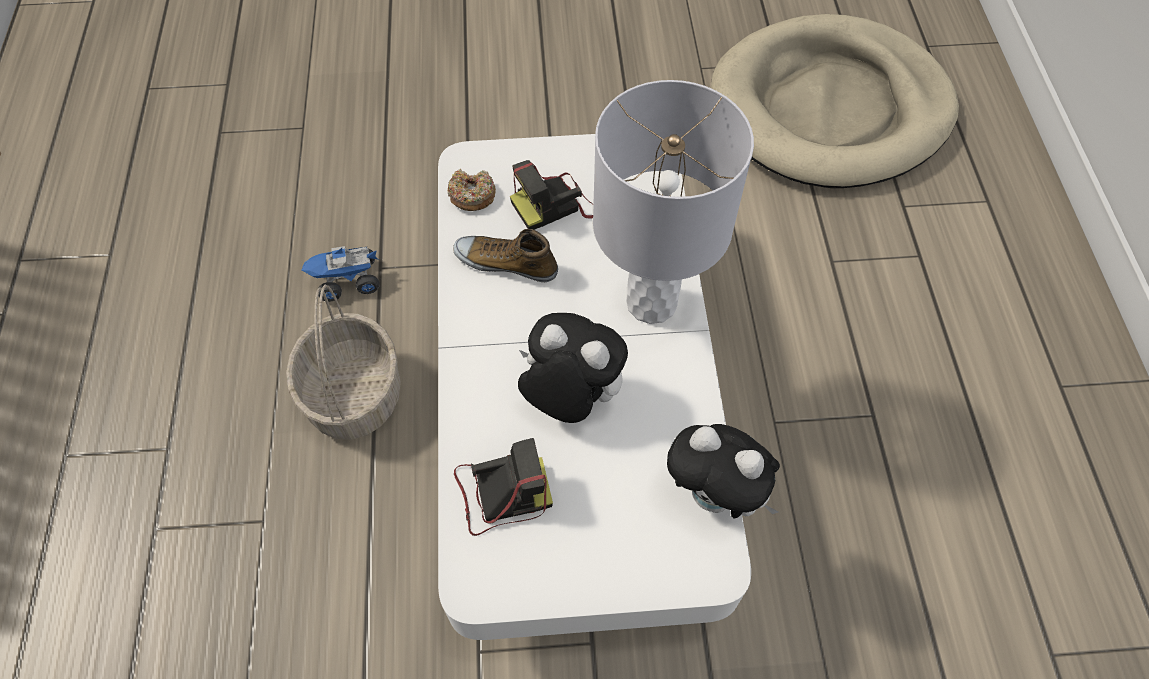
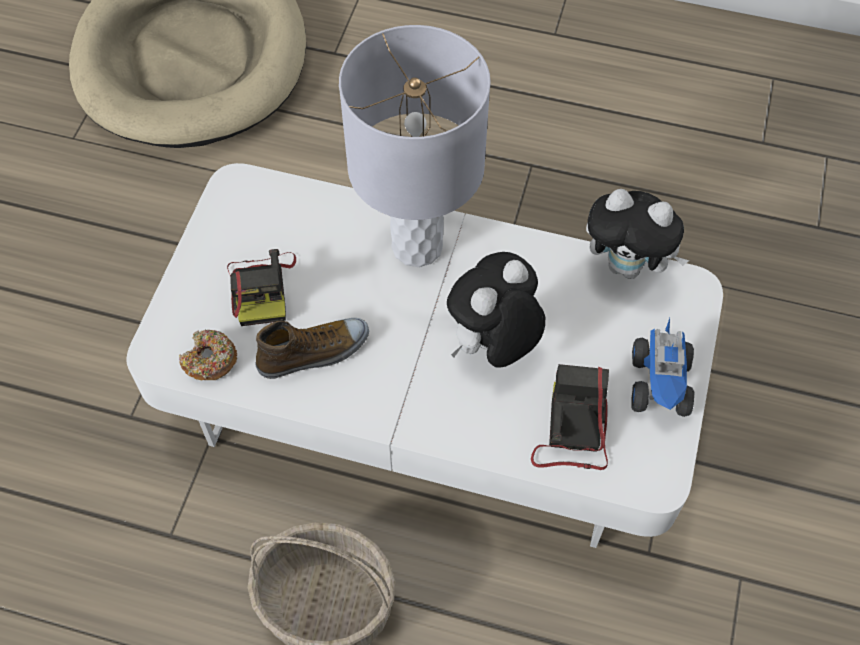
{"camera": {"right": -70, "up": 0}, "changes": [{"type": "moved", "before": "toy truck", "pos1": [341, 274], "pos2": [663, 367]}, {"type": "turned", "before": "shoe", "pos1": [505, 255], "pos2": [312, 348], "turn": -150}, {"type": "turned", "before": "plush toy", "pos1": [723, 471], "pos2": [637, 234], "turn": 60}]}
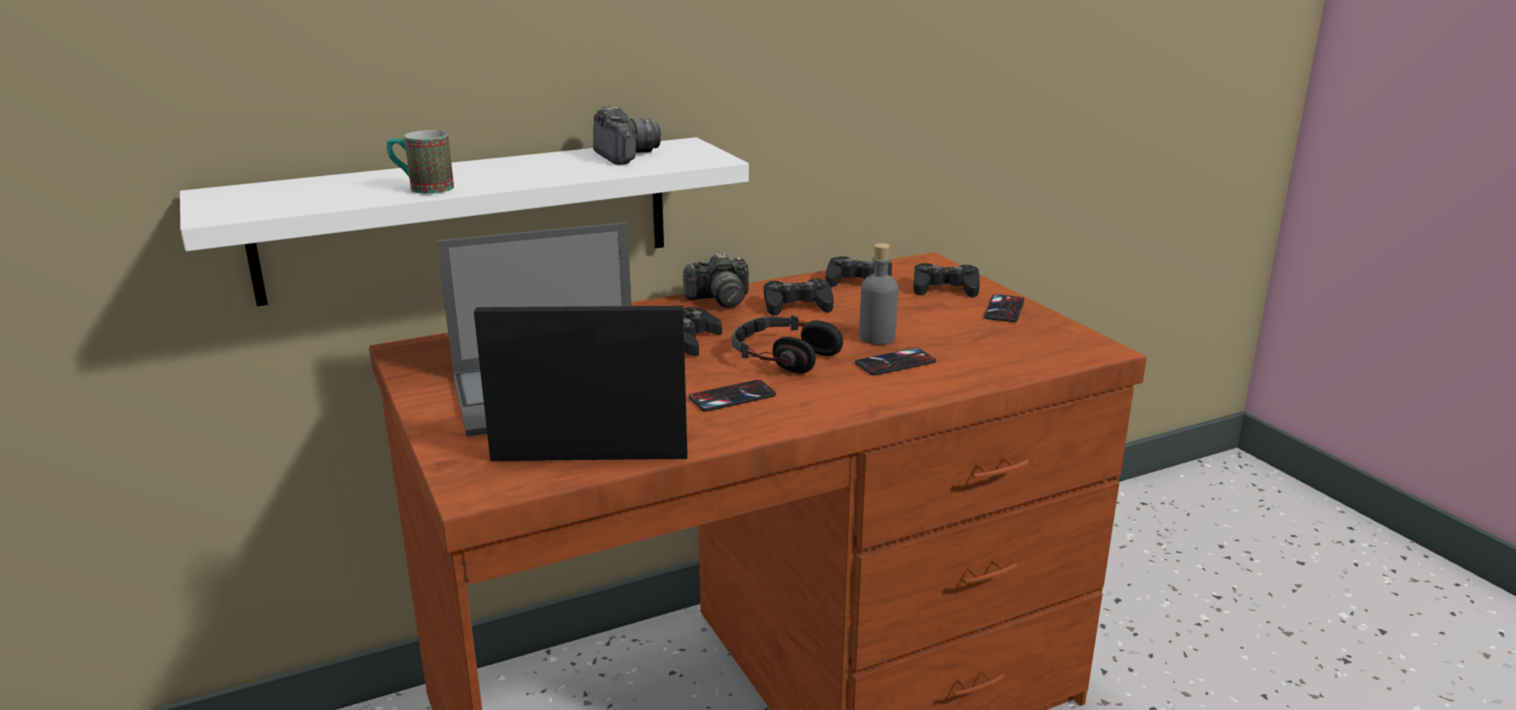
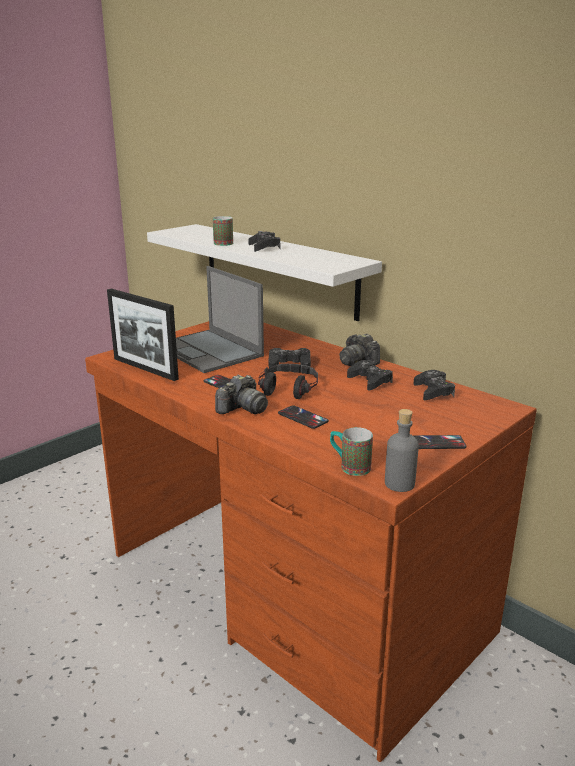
{"camera": {"right": 70, "up": 0}, "changes": [{"type": "turned", "before": "picture frame", "pos1": [580, 383], "pos2": [143, 335], "turn": 150}, {"type": "moved", "before": "photo camera", "pos1": [627, 136], "pos2": [241, 394]}, {"type": "moved", "before": "bottle in grey", "pos1": [878, 294], "pos2": [402, 450]}, {"type": "moved", "before": "game controller in black", "pos1": [946, 280], "pos2": [264, 241]}, {"type": "added", "after": "mug", "pos2": [351, 451]}]}
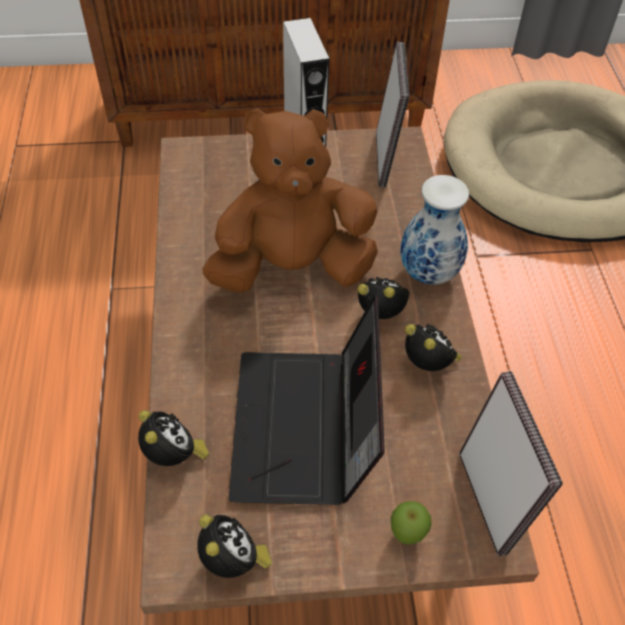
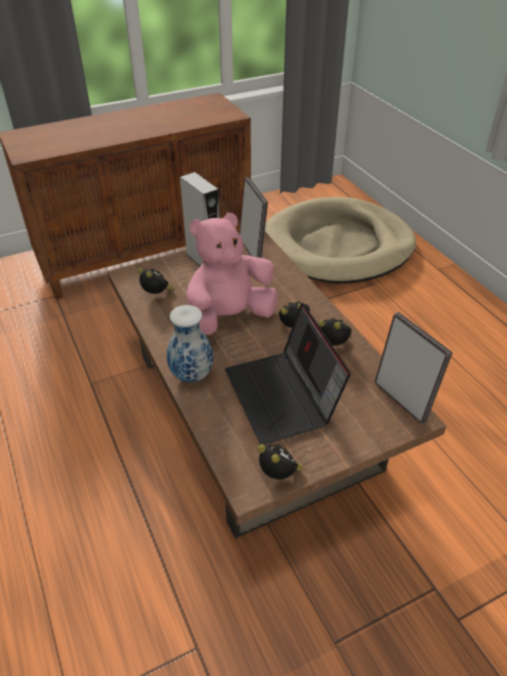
{"camera": {"right": -20, "up": -10}, "changes": [{"type": "moved", "before": "alarm clock", "pos1": [173, 438], "pos2": [156, 281]}, {"type": "recoloured", "before": "plush toy in brown", "after": "plush toy in pink", "pos1": [290, 200], "pos2": [232, 274]}, {"type": "removed", "before": "apple", "pos1": [411, 522]}, {"type": "moved", "before": "vase", "pos1": [434, 230], "pos2": [190, 343]}]}
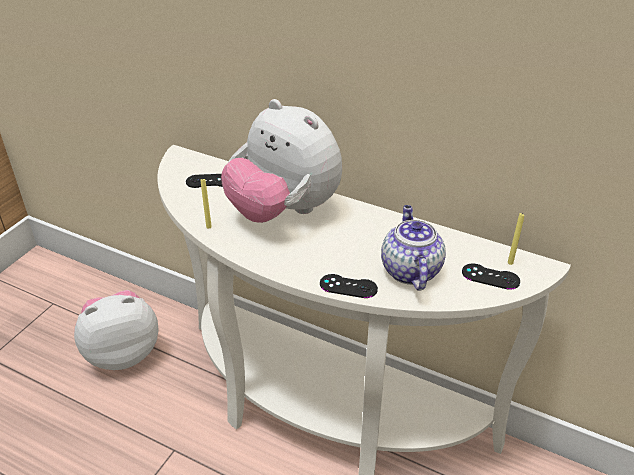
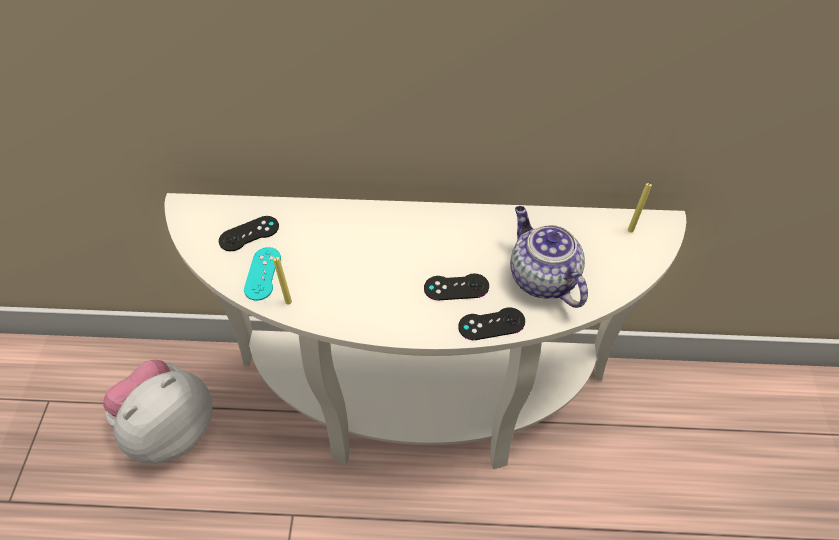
{"camera": {"right": -25, "up": 15}, "changes": [{"type": "removed", "before": "plush toy", "pos1": [281, 161]}, {"type": "moved", "before": "game controller in black", "pos1": [491, 276], "pos2": [456, 286]}, {"type": "added", "after": "game controller in turquoise", "pos2": [262, 274]}]}
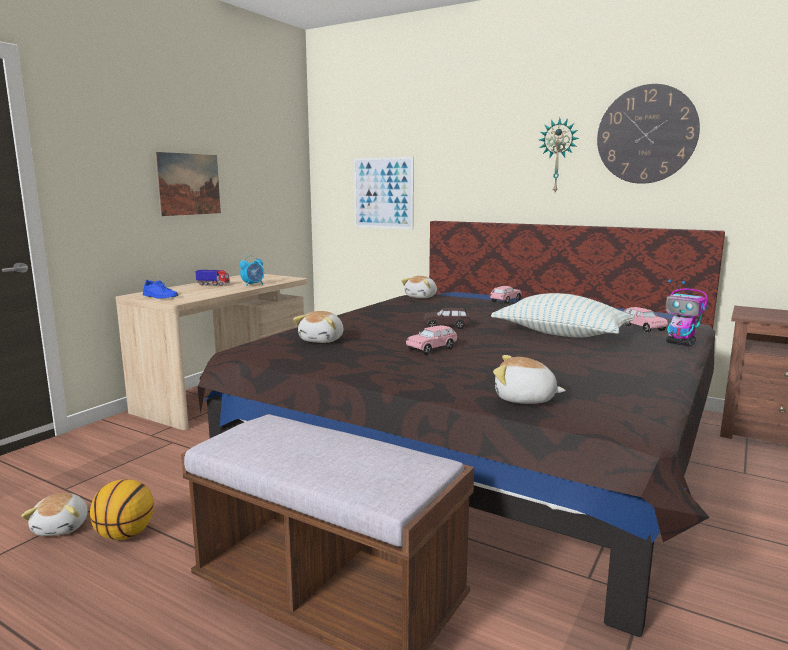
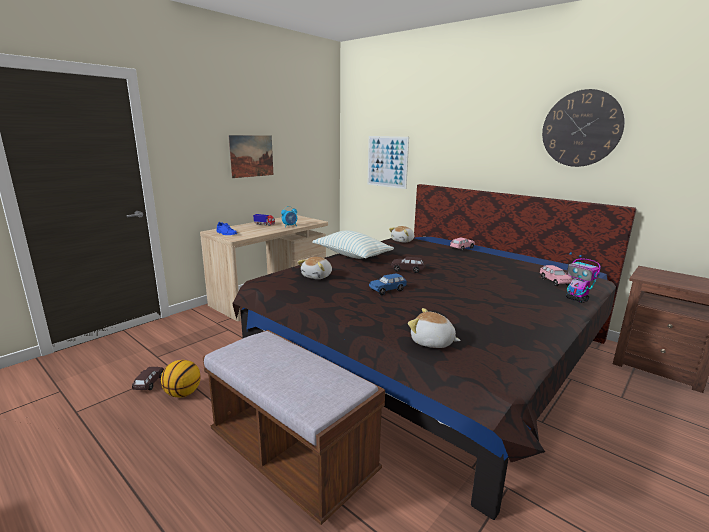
{"camera": {"right": 10, "up": 5}, "changes": [{"type": "replaced", "before": "plush toy", "after": "toy car in brown", "pos1": [54, 514], "pos2": [148, 378]}, {"type": "recoloured", "before": "toy car in pink", "after": "toy car in blue", "pos1": [431, 340], "pos2": [388, 284]}, {"type": "moved", "before": "pillow", "pos1": [563, 315], "pos2": [353, 245]}, {"type": "removed", "before": "wall clock", "pos1": [559, 155]}]}
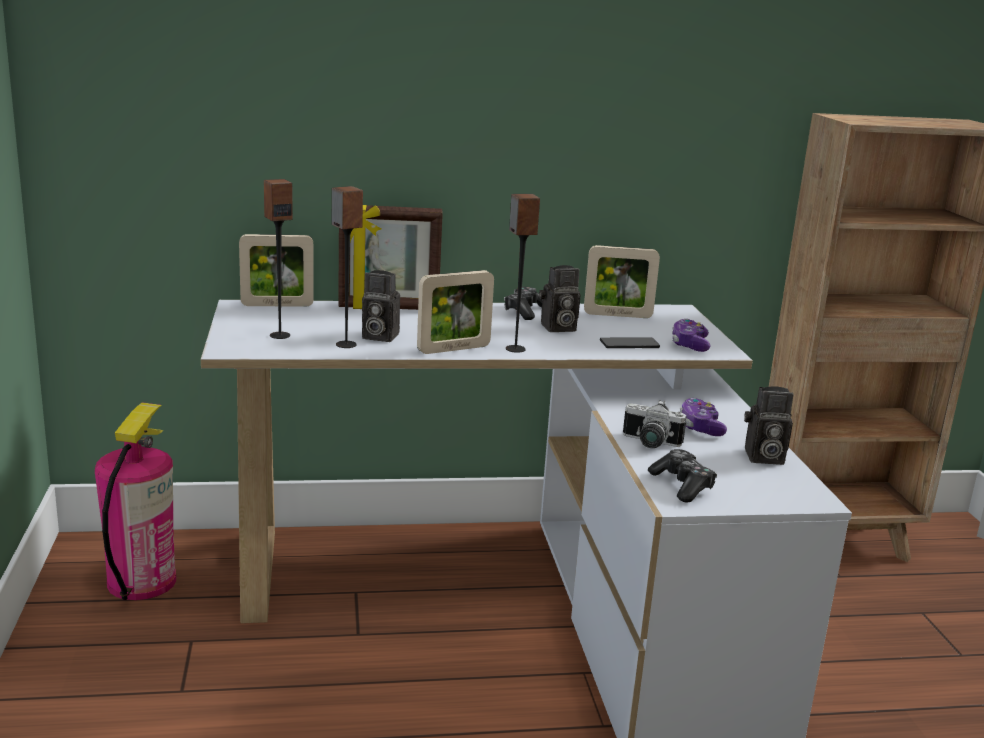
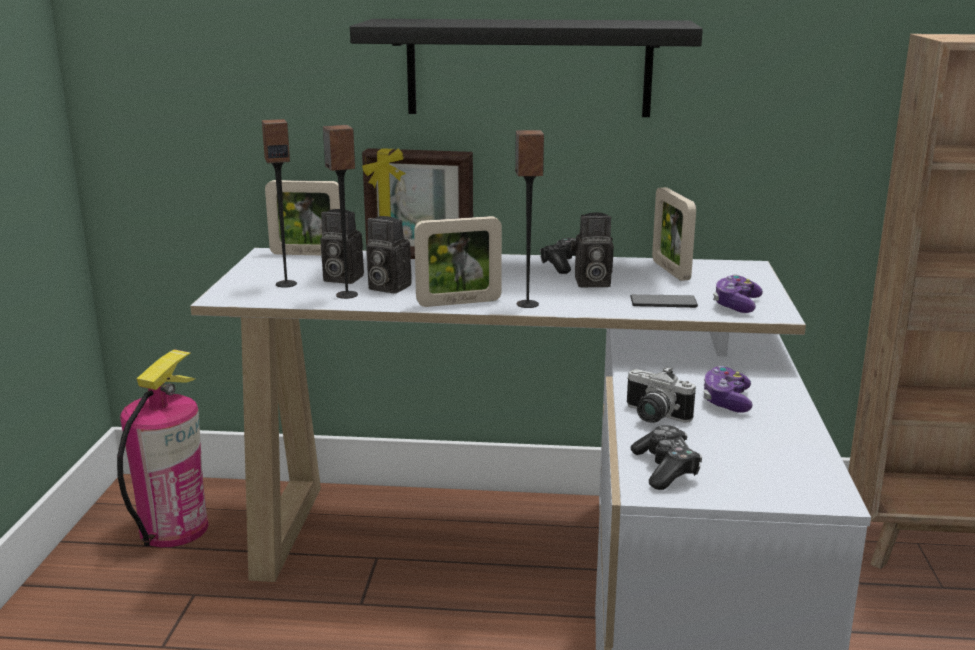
{"camera": {"right": 15, "up": 0}, "changes": [{"type": "turned", "before": "picture frame", "pos1": [622, 281], "pos2": [674, 234], "turn": 60}, {"type": "moved", "before": "photo camera", "pos1": [769, 425], "pos2": [342, 246]}, {"type": "added", "after": "shelf in black", "pos2": [526, 68]}]}
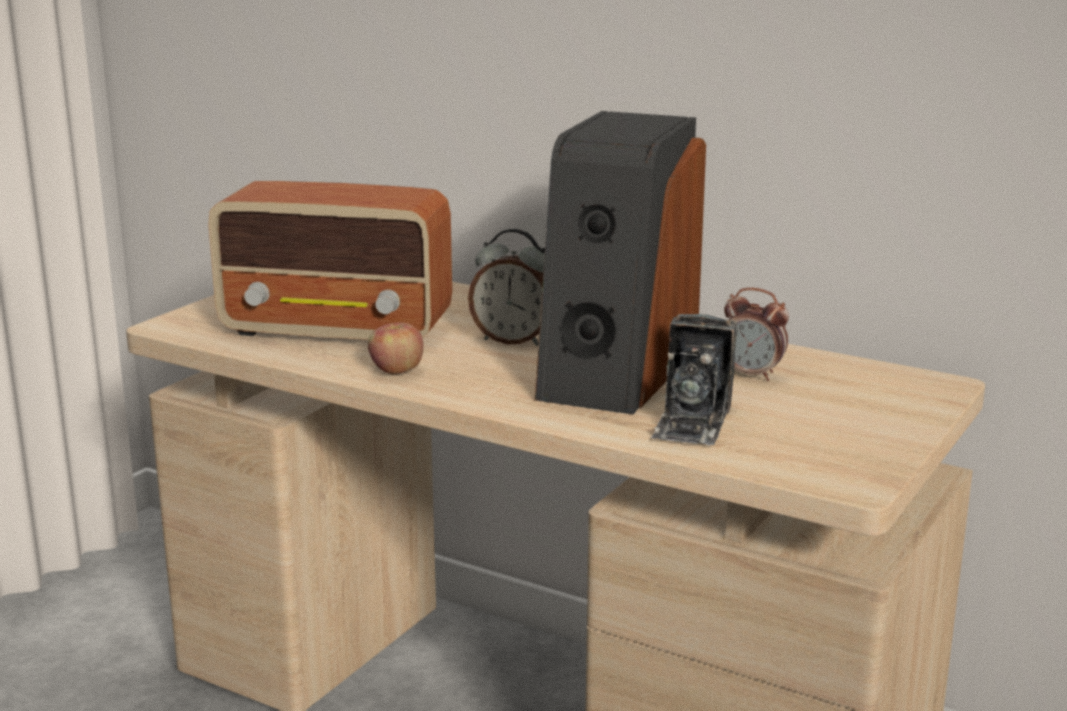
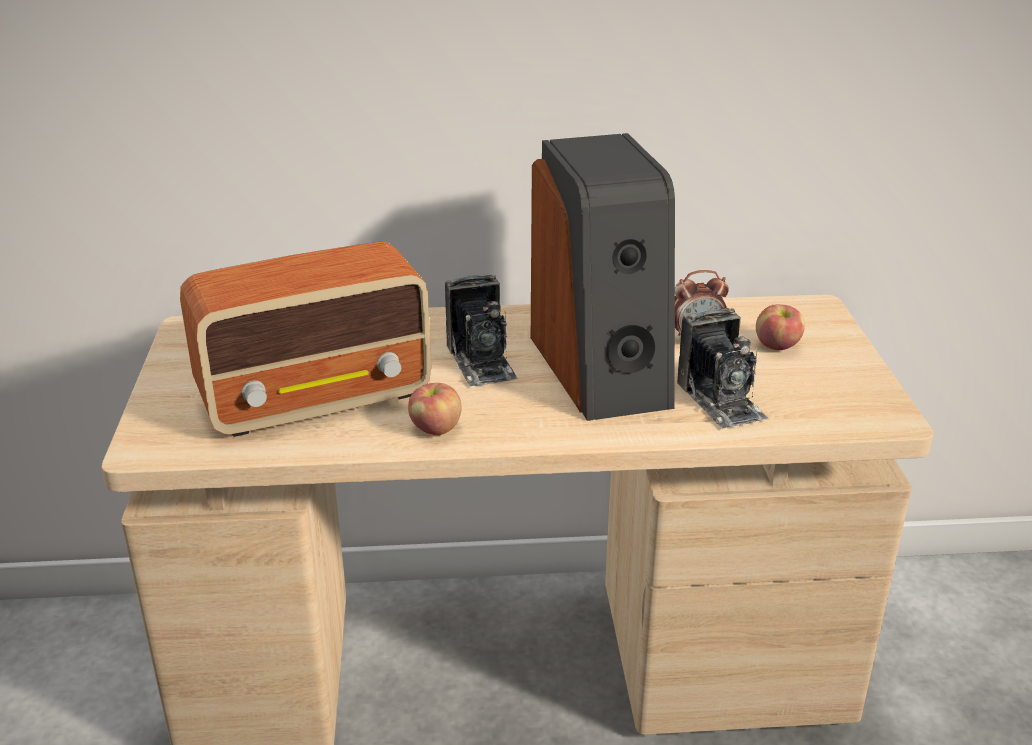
{"camera": {"right": -35, "up": 10}, "changes": [{"type": "replaced", "before": "alarm clock", "after": "photo camera", "pos1": [506, 287], "pos2": [481, 331]}, {"type": "added", "after": "apple", "pos2": [780, 327]}]}
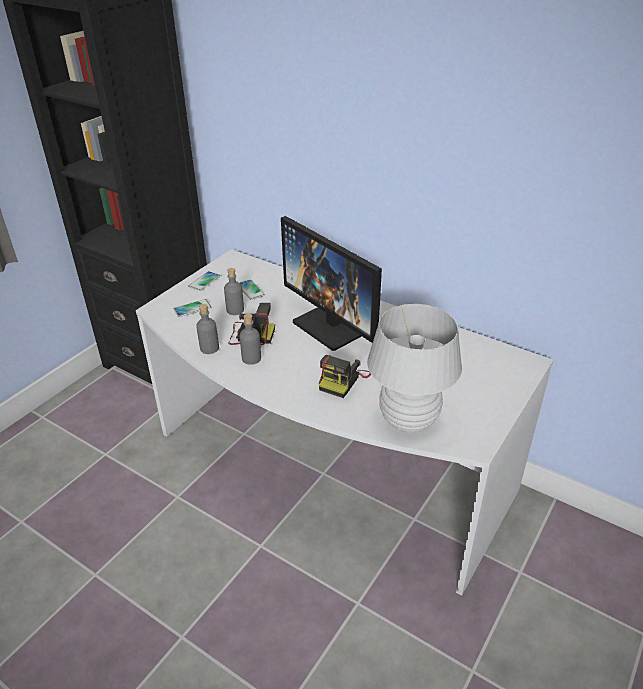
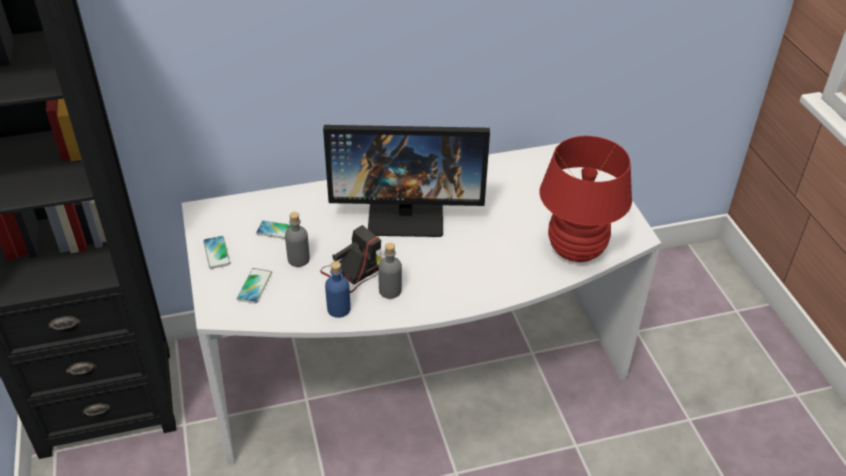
{"camera": {"right": -50, "up": 5}, "changes": [{"type": "recoloured", "before": "bottle in grey", "after": "bottle in blue", "pos1": [207, 329], "pos2": [338, 289]}, {"type": "removed", "before": "photo camera", "pos1": [345, 376]}, {"type": "recoloured", "before": "table lamp in white", "after": "table lamp in red", "pos1": [414, 368], "pos2": [586, 199]}]}
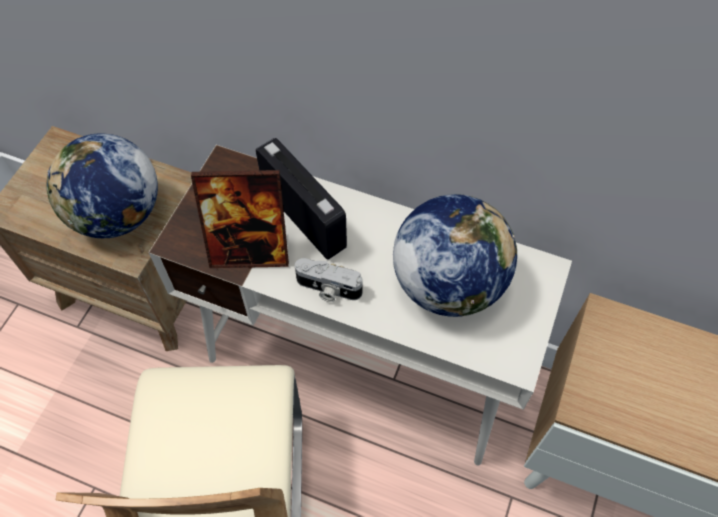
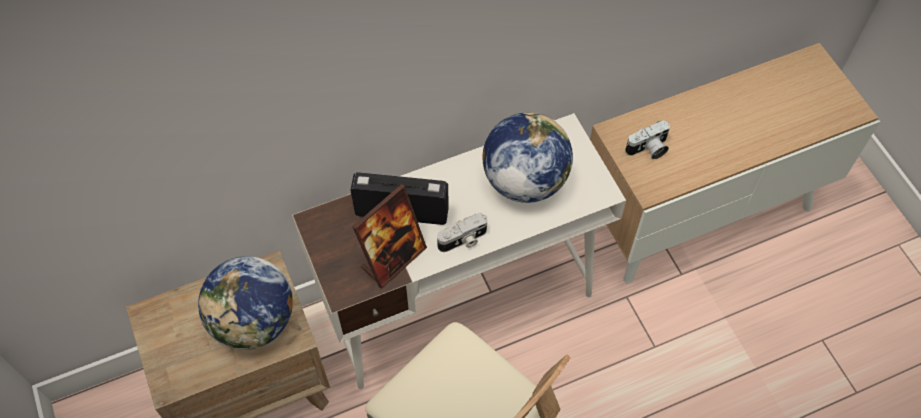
{"camera": {"right": -45, "up": 0}, "changes": [{"type": "added", "after": "photo camera", "pos2": [647, 139]}]}
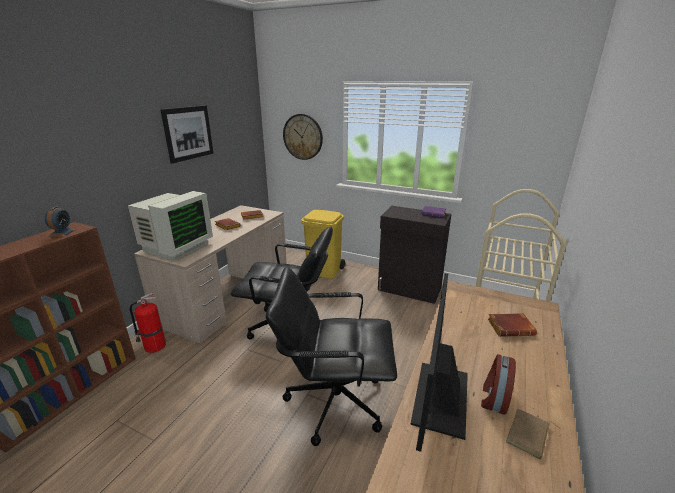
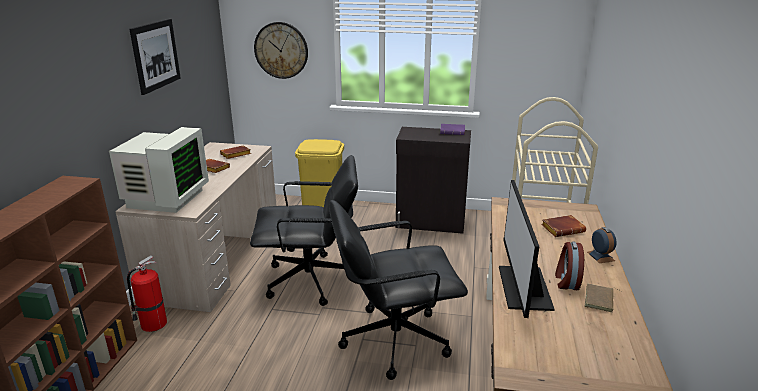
{"camera": {"right": -15, "up": 0}, "changes": [{"type": "moved", "before": "alarm clock", "pos1": [60, 222], "pos2": [601, 245]}]}
